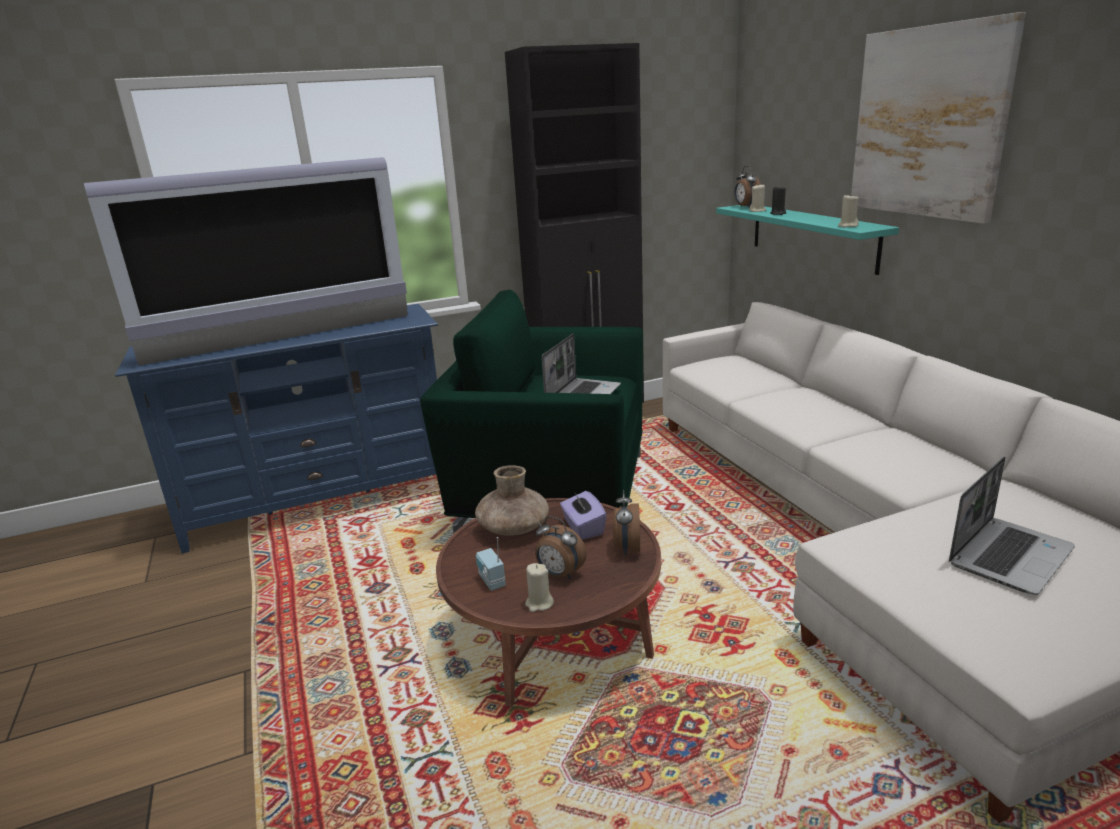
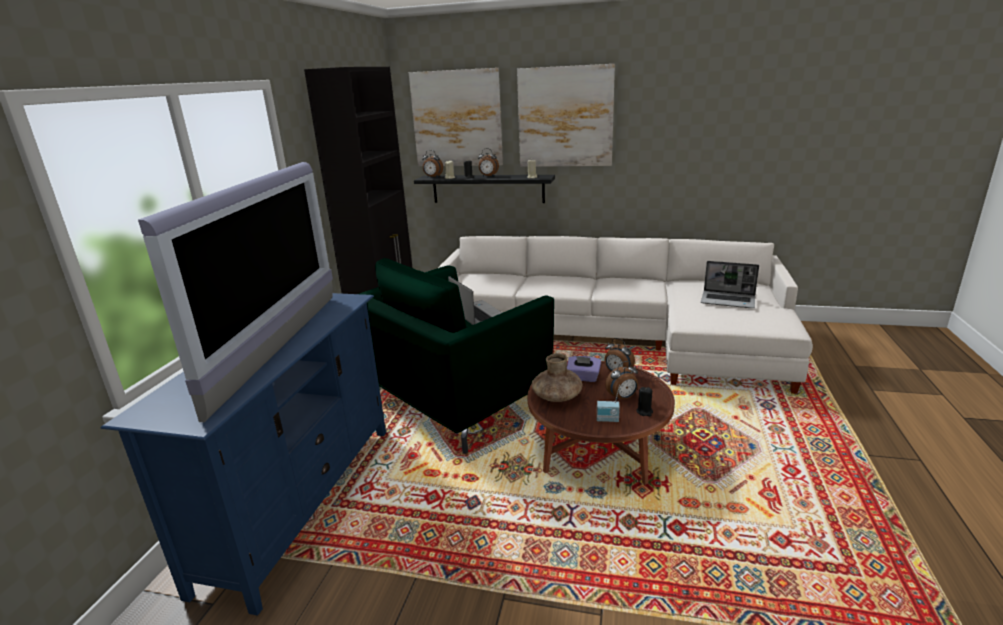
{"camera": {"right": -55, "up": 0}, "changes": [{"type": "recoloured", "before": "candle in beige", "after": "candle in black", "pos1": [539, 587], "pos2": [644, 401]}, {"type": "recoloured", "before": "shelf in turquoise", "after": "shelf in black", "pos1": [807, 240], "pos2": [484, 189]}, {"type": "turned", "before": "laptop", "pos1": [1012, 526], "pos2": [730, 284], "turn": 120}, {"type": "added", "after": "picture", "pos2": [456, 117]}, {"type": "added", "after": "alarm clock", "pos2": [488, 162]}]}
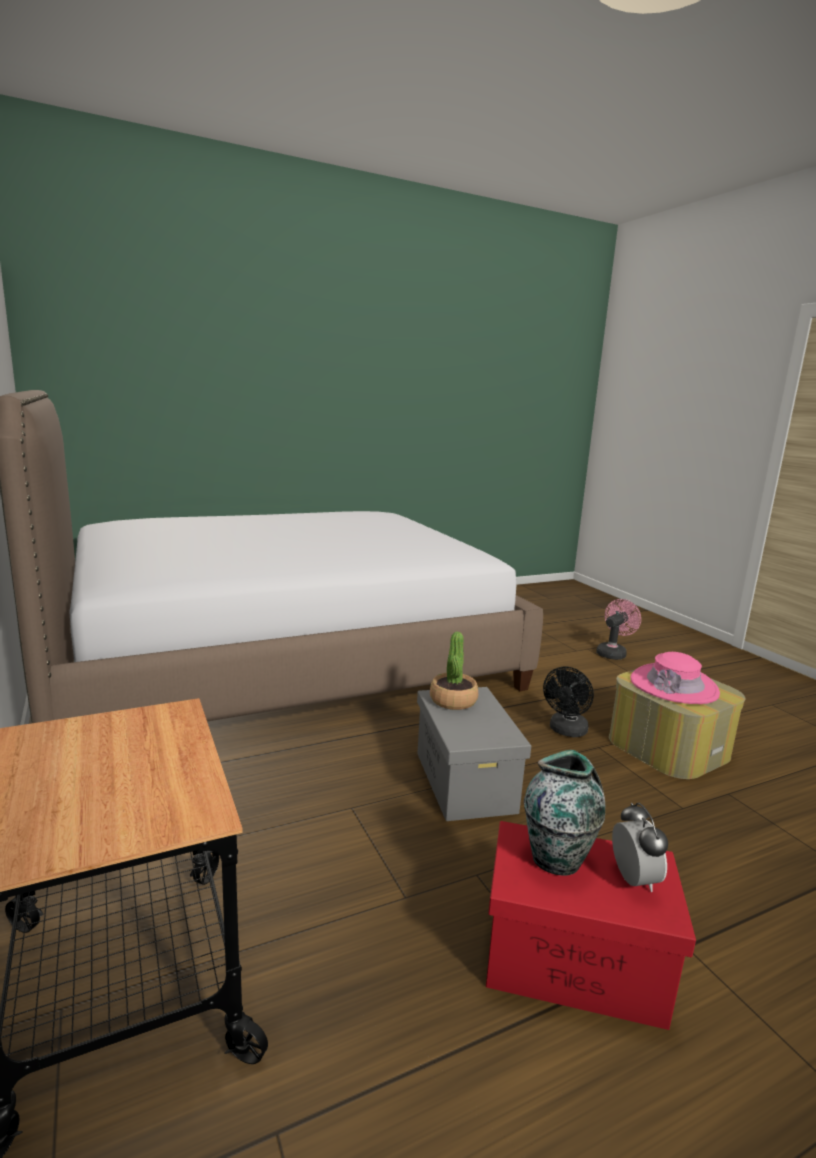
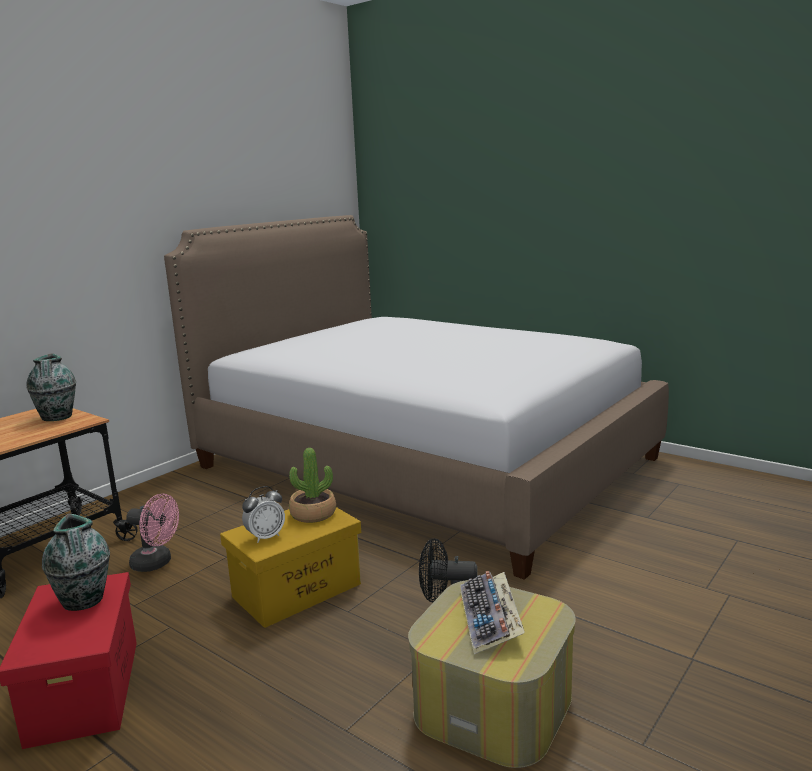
{"camera": {"right": 65, "up": 0}, "changes": [{"type": "recoloured", "before": "storage box in grey", "after": "storage box in yellow", "pos1": [474, 754], "pos2": [290, 567]}, {"type": "moved", "before": "fan in pink", "pos1": [618, 629], "pos2": [152, 532]}, {"type": "moved", "before": "alarm clock", "pos1": [640, 847], "pos2": [263, 514]}, {"type": "replaced", "before": "hat in pink", "after": "keyboard", "pos1": [675, 678], "pos2": [492, 612]}, {"type": "added", "after": "vase", "pos2": [51, 387]}]}
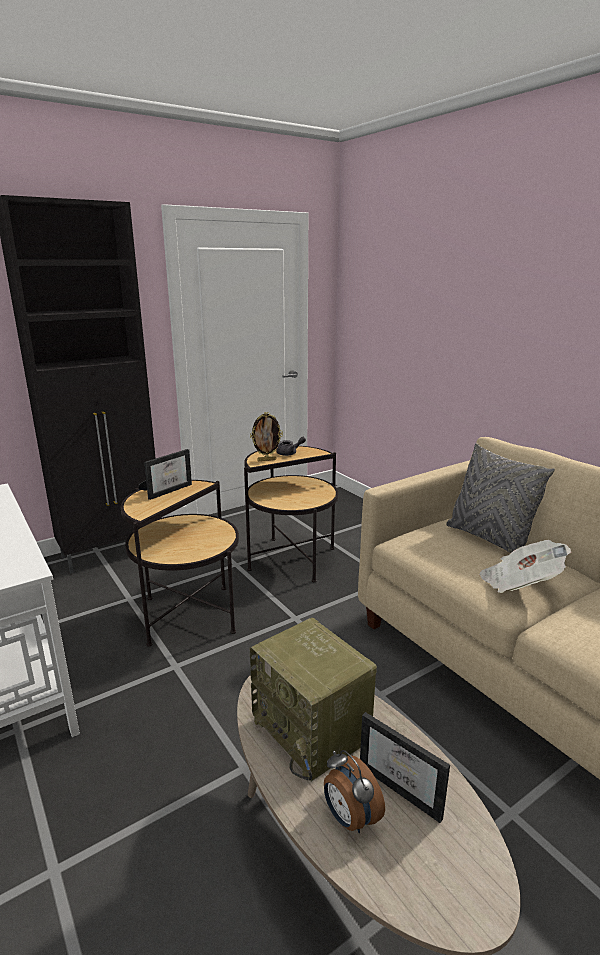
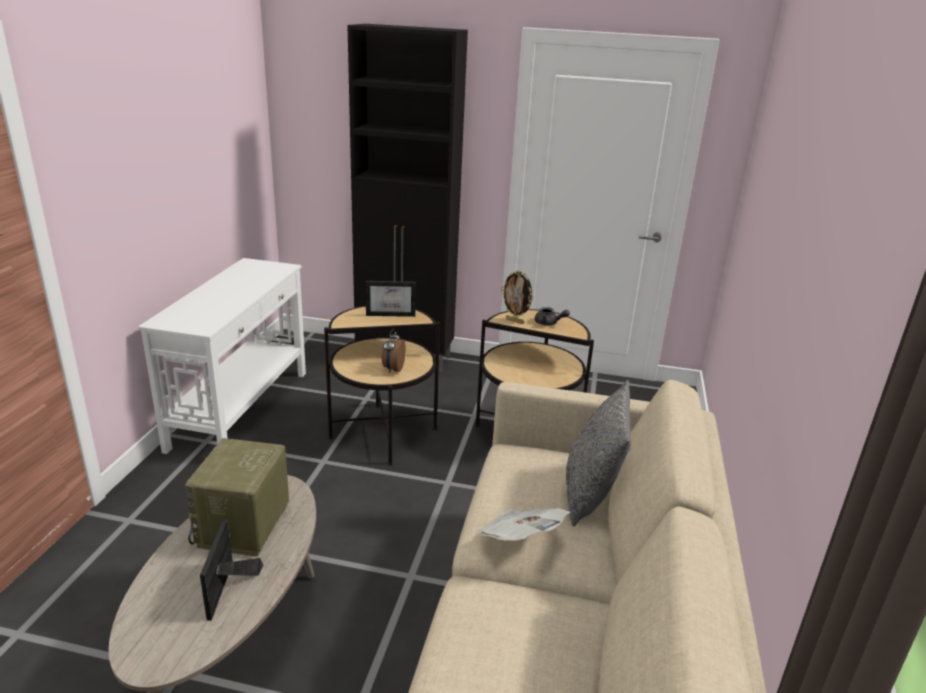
{"camera": {"right": 45, "up": 5}, "changes": [{"type": "moved", "before": "alarm clock", "pos1": [354, 791], "pos2": [394, 351]}]}
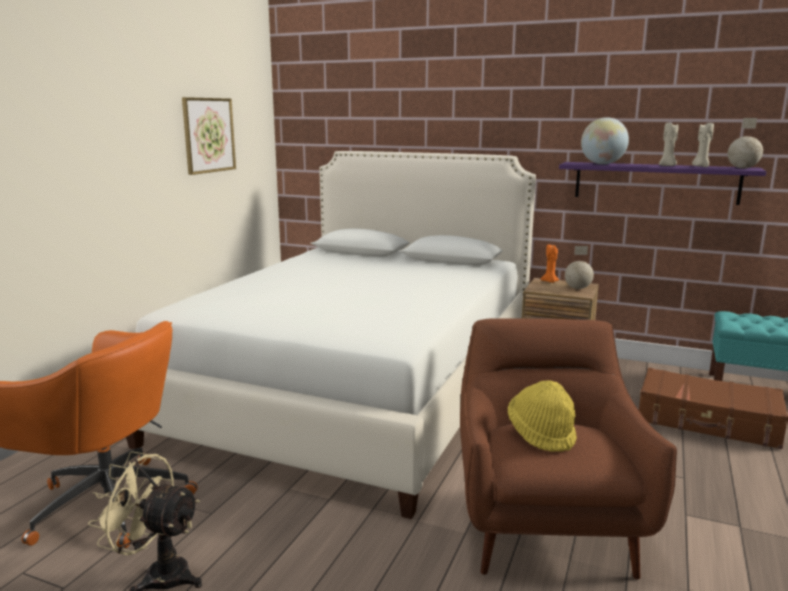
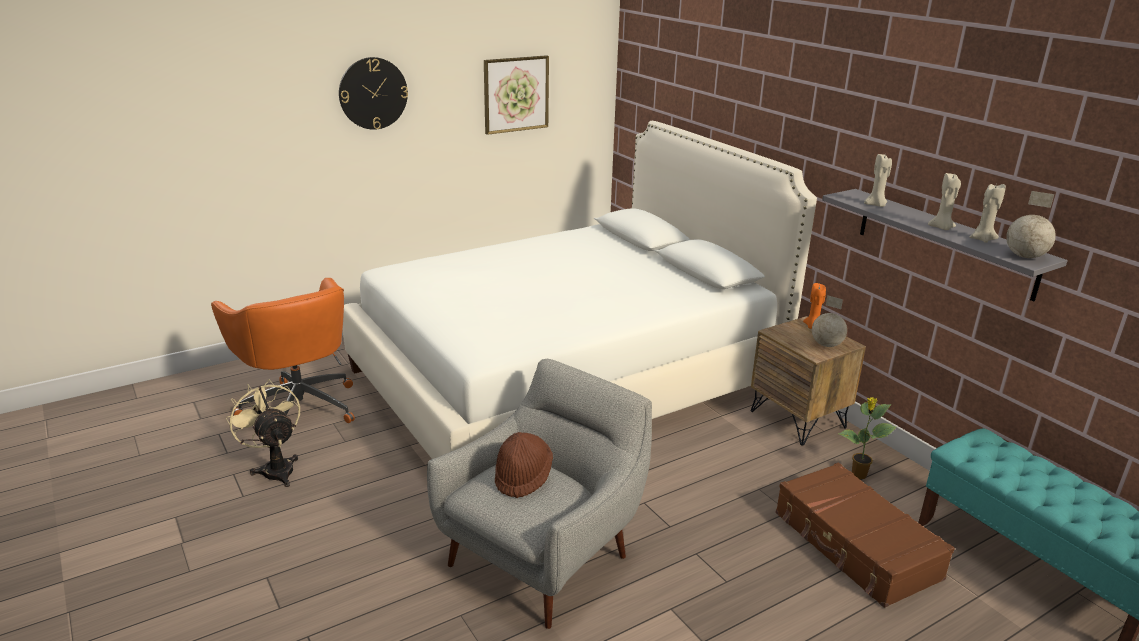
{"camera": {"right": 35, "up": 10}, "changes": [{"type": "recoloured", "before": "armchair in brown", "after": "armchair in grey", "pos1": [568, 449], "pos2": [539, 494]}, {"type": "recoloured", "before": "hat in yellow", "after": "hat in brown", "pos1": [542, 416], "pos2": [524, 465]}, {"type": "recoloured", "before": "shelf in purple", "after": "shelf in grey", "pos1": [662, 183], "pos2": [945, 245]}, {"type": "replaced", "before": "globe", "after": "candle in beige", "pos1": [605, 140], "pos2": [878, 180]}, {"type": "added", "after": "wall clock", "pos2": [373, 93]}, {"type": "added", "after": "potted plant", "pos2": [867, 438]}]}
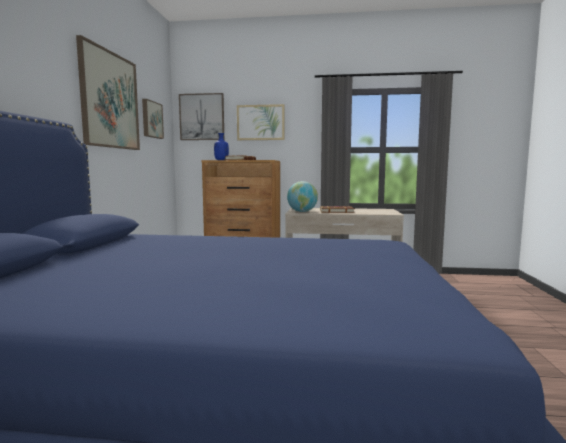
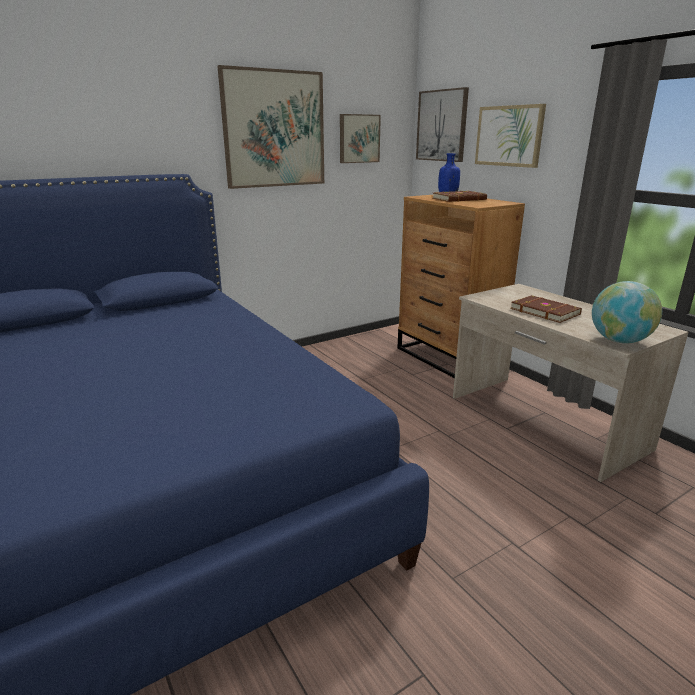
{"camera": {"right": 50, "up": 15}, "changes": [{"type": "moved", "before": "globe", "pos1": [302, 196], "pos2": [627, 312]}]}
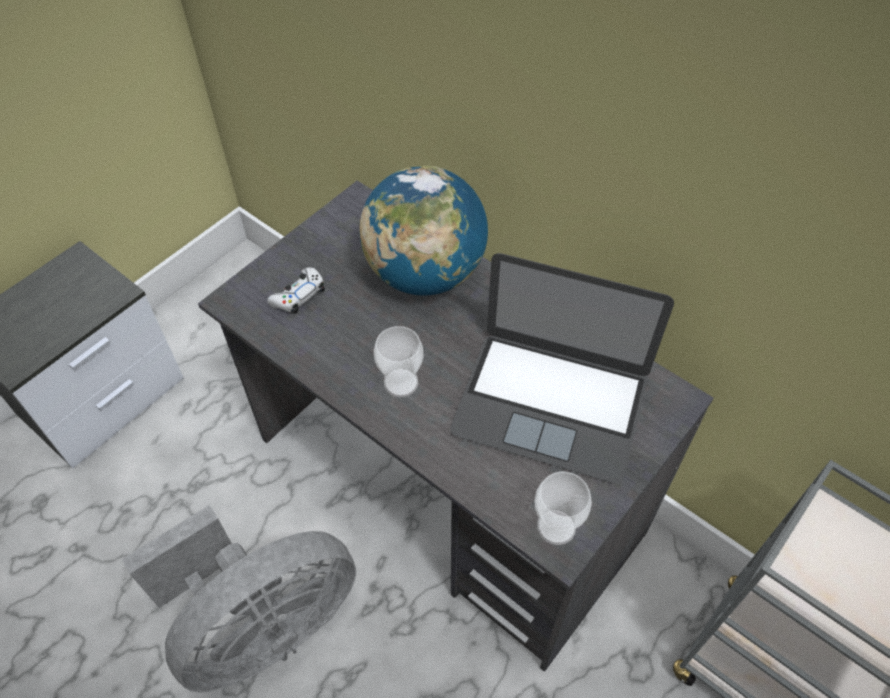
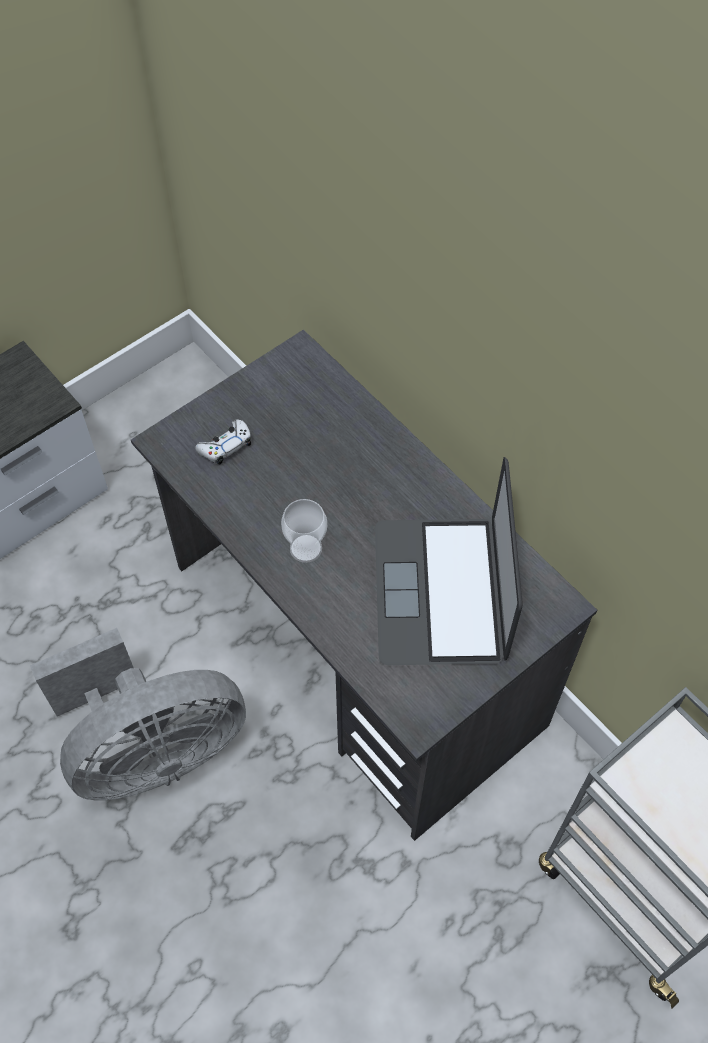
{"camera": {"right": 10, "up": 5}, "changes": [{"type": "removed", "before": "globe", "pos1": [423, 231]}, {"type": "turned", "before": "laptop", "pos1": [562, 368], "pos2": [449, 561], "turn": 60}, {"type": "removed", "before": "cup", "pos1": [563, 508]}]}
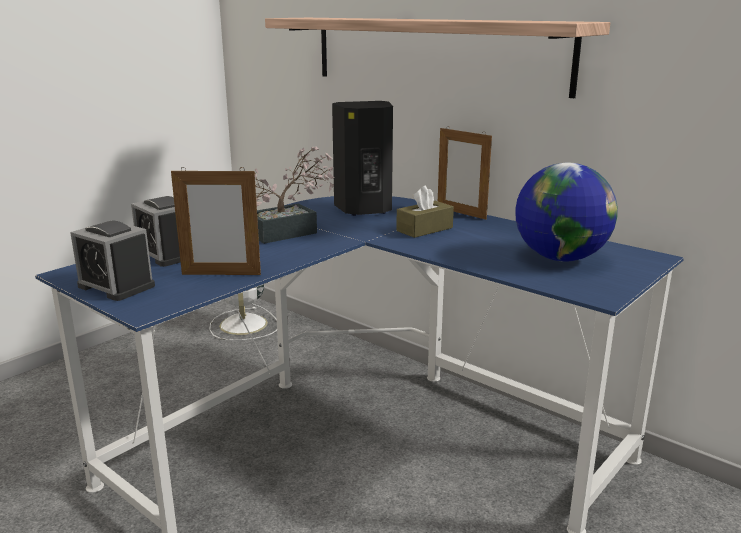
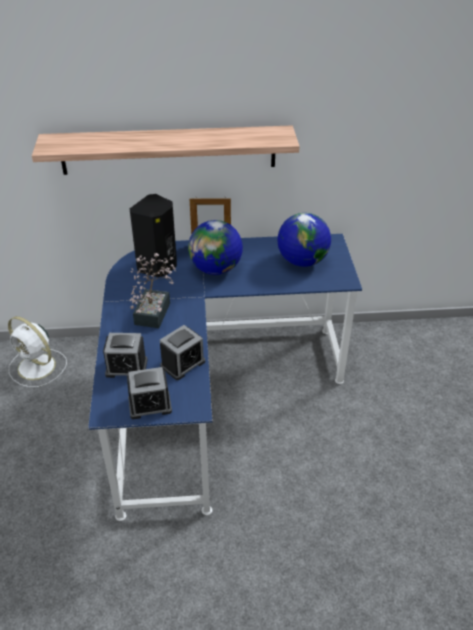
{"camera": {"right": -45, "up": 20}, "changes": [{"type": "replaced", "before": "picture frame", "after": "alarm clock", "pos1": [216, 221], "pos2": [182, 352]}, {"type": "replaced", "before": "tissue box in brown", "after": "globe", "pos1": [425, 211], "pos2": [215, 247]}]}
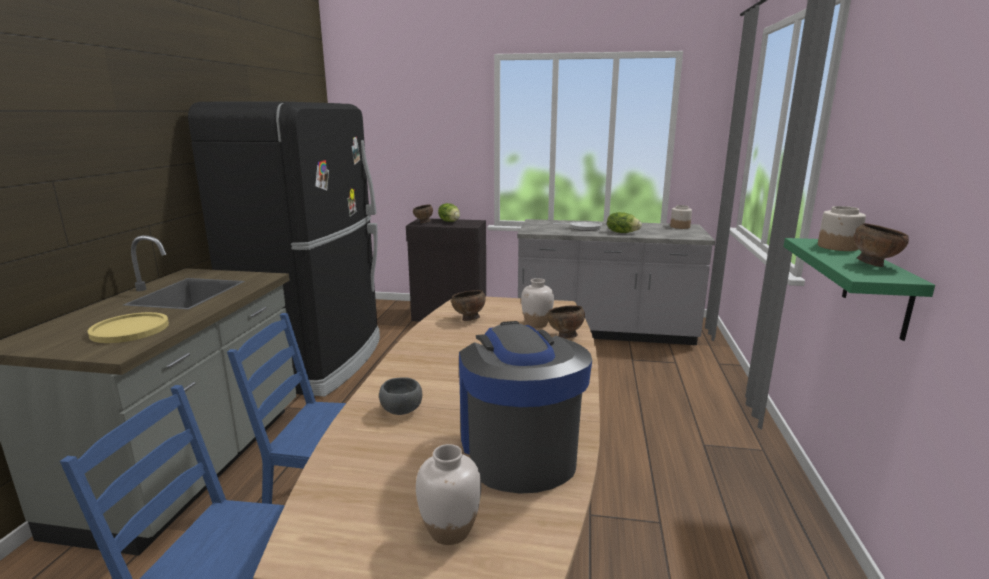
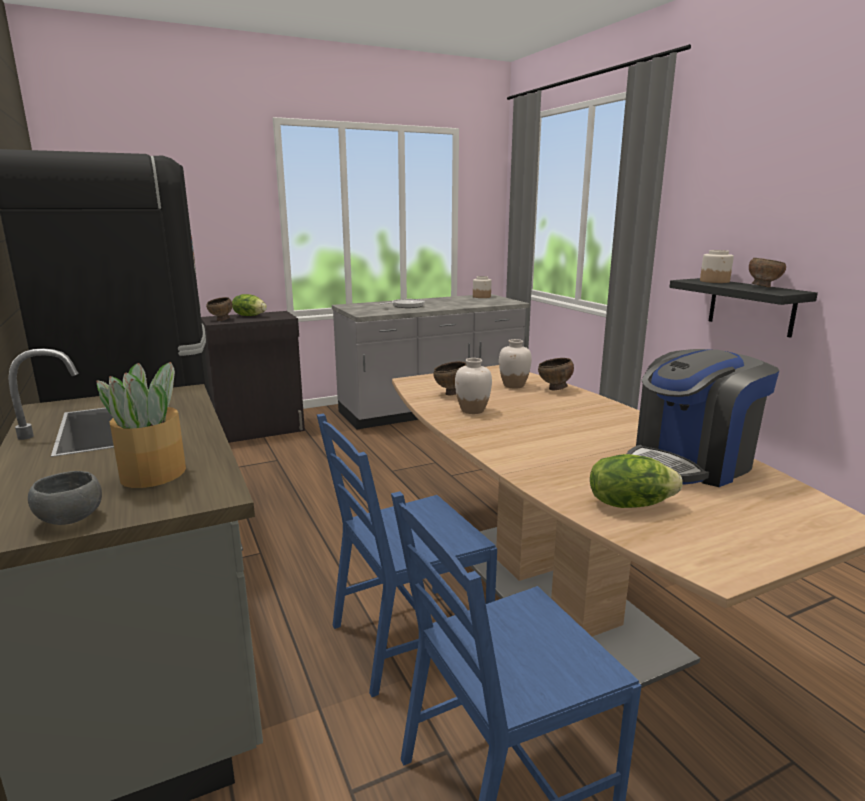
{"camera": {"right": -35, "up": 0}, "changes": [{"type": "replaced", "before": "plate in yellow", "after": "potted plant", "pos1": [128, 327], "pos2": [141, 425]}, {"type": "moved", "before": "bowl in grey", "pos1": [400, 396], "pos2": [65, 498]}, {"type": "moved", "before": "vase in white", "pos1": [448, 494], "pos2": [473, 386]}, {"type": "turned", "before": "coffee machine", "pos1": [525, 407], "pos2": [703, 418], "turn": -75}, {"type": "moved", "before": "lettuce", "pos1": [624, 222], "pos2": [636, 481]}, {"type": "recoloured", "before": "shelf in green", "after": "shelf in black", "pos1": [859, 289], "pos2": [743, 308]}]}
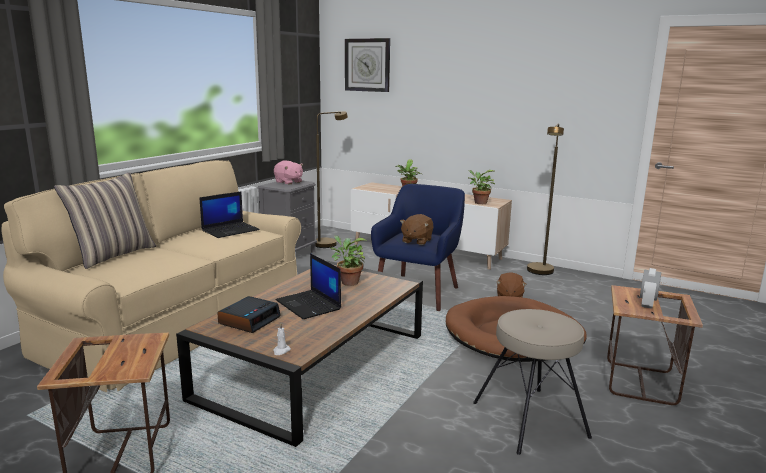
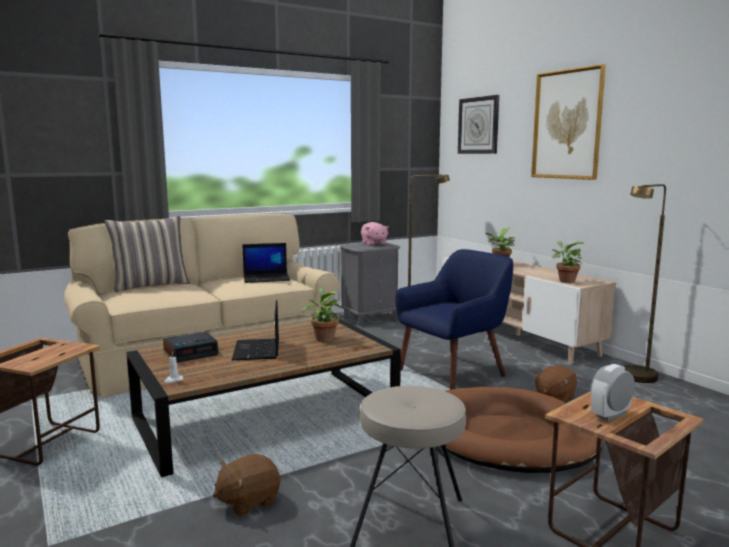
{"camera": {"right": 30, "up": -5}, "changes": [{"type": "moved", "before": "plush toy in brown", "pos1": [417, 229], "pos2": [246, 485]}, {"type": "added", "after": "picture", "pos2": [568, 122]}]}
